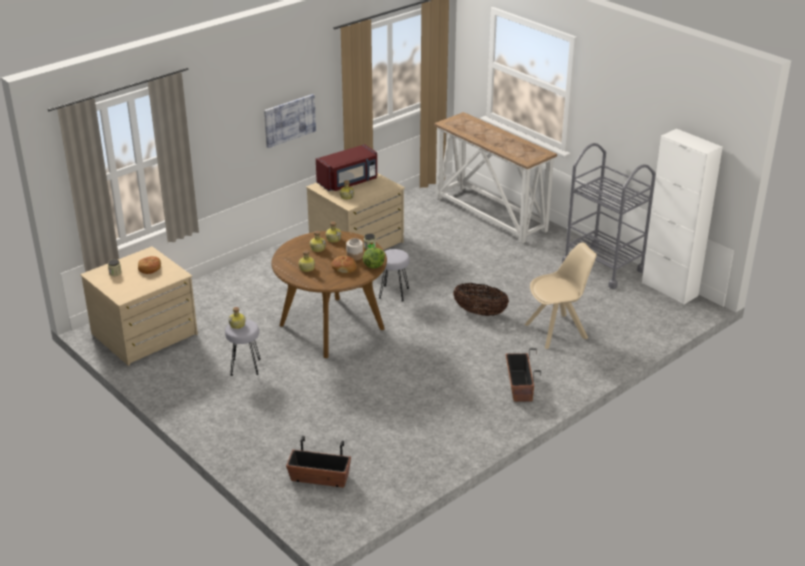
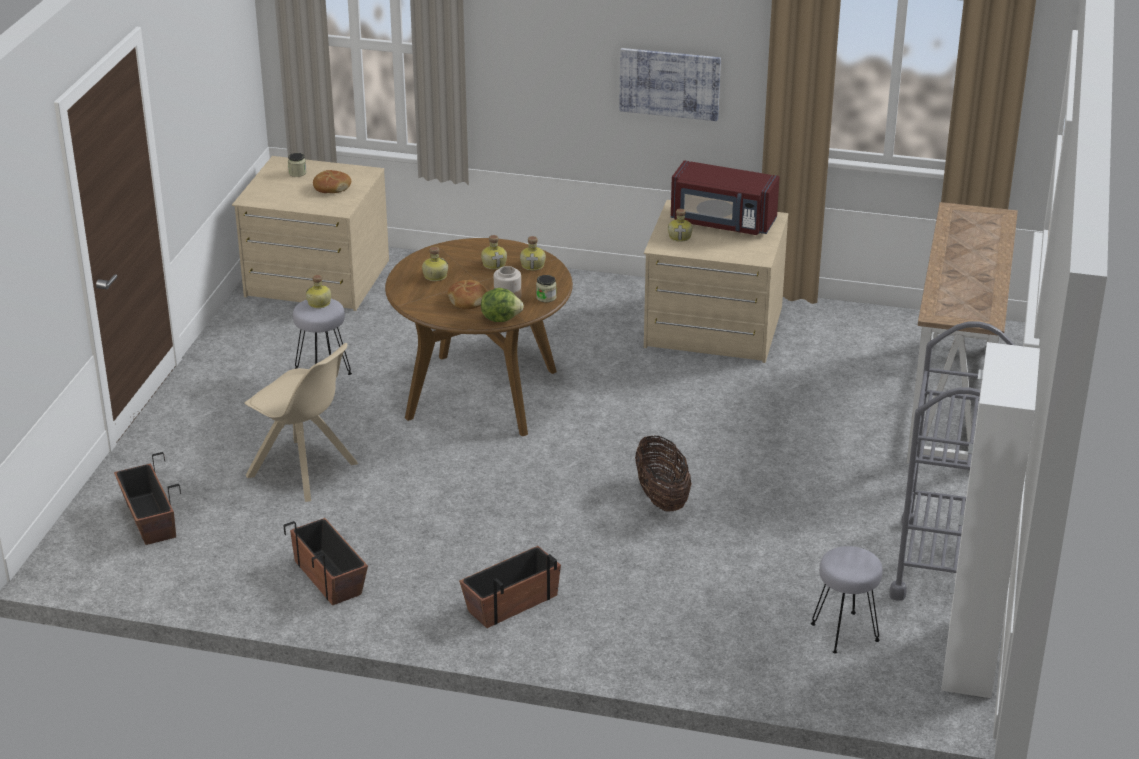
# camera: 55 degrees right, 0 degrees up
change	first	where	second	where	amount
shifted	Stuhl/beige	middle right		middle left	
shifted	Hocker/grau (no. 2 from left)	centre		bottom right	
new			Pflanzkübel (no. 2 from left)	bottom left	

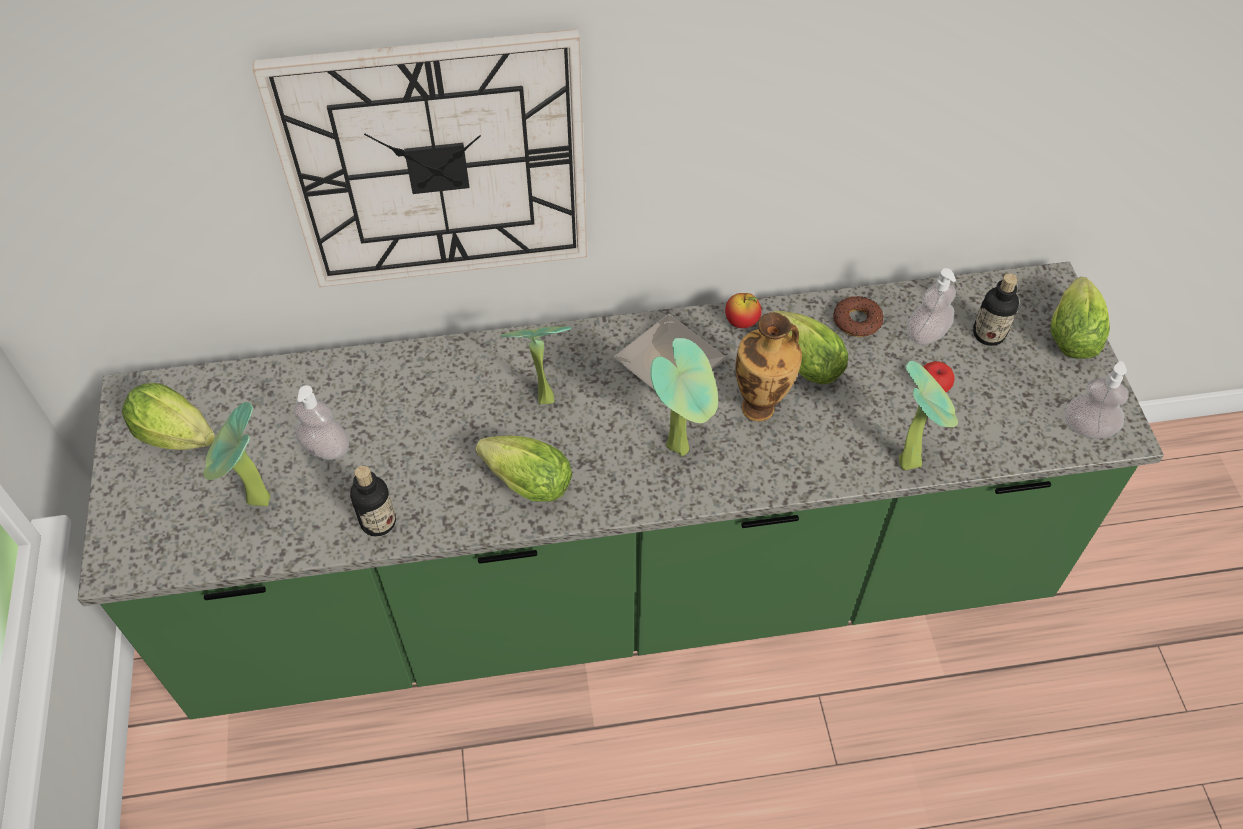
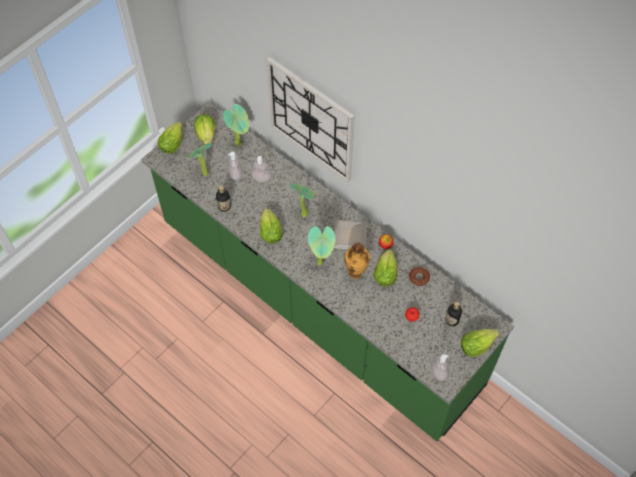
# camera: 50 degrees right, 5 degrees up
change	first	where	second	where	amount
shifted	Seifenspender (no. 2 from left)	middle right		centre	
shifted	Topfpflanze (no. 4 from left in the first image)	middle right	Topfpflanze (no. 2 from left)	top centre	
new			Salatkopf (no. 1 from left)	top left	

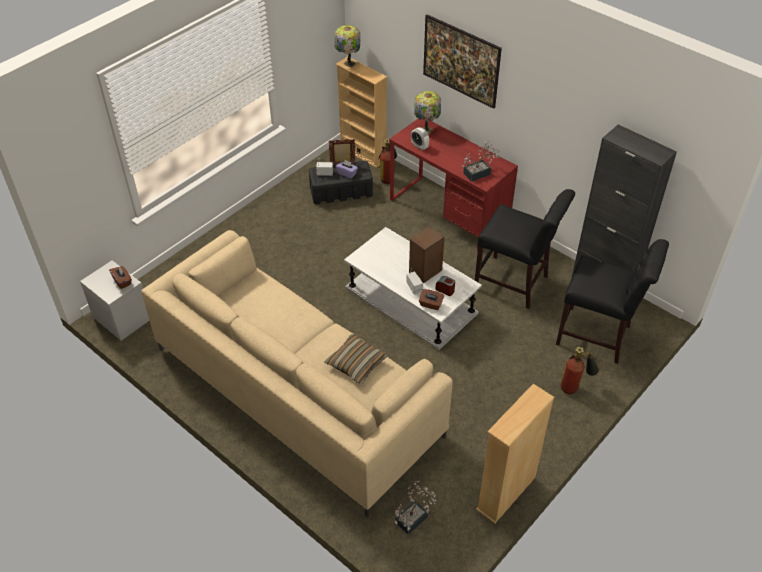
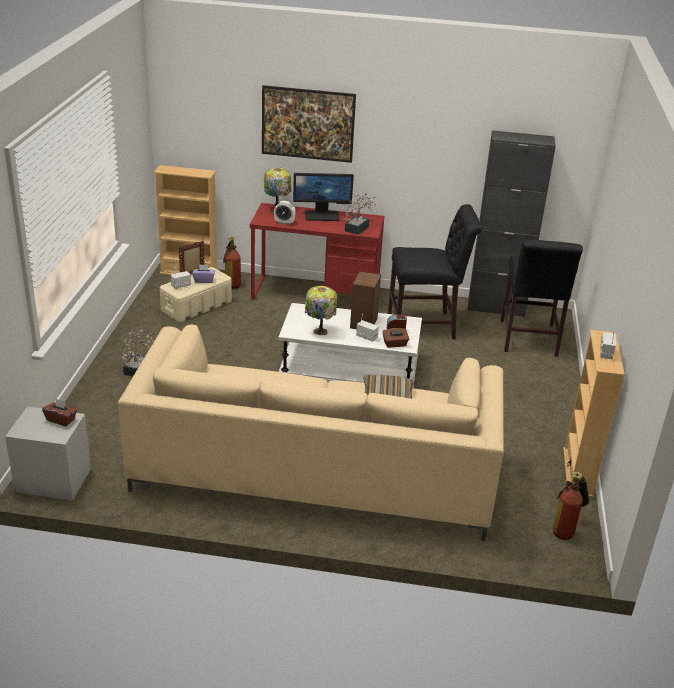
# camera: 35 degrees left, 15 degrees down
change	first	where	second	where	amount
shifted	Tischlampe (no. 1 from left in the first image)	top centre	Tischlampe (no. 2 from left)	centre	
repainted	Aufbewahrungsbox/schwarz	top centre	Aufbewahrungsbox/beige	middle left	
rotated	Stuhl/schwarz (no. 2 from left)	middle right		middle right	105 degrees clockwise
shifted	Feuerlöscher (no. 2 from left)	middle right		bottom right	
shifted	Topfpflanze (no. 1 from left)	bottom centre		middle left	
new			Monitor	top centre	
new			Radio (no. 3 from left)	middle right	

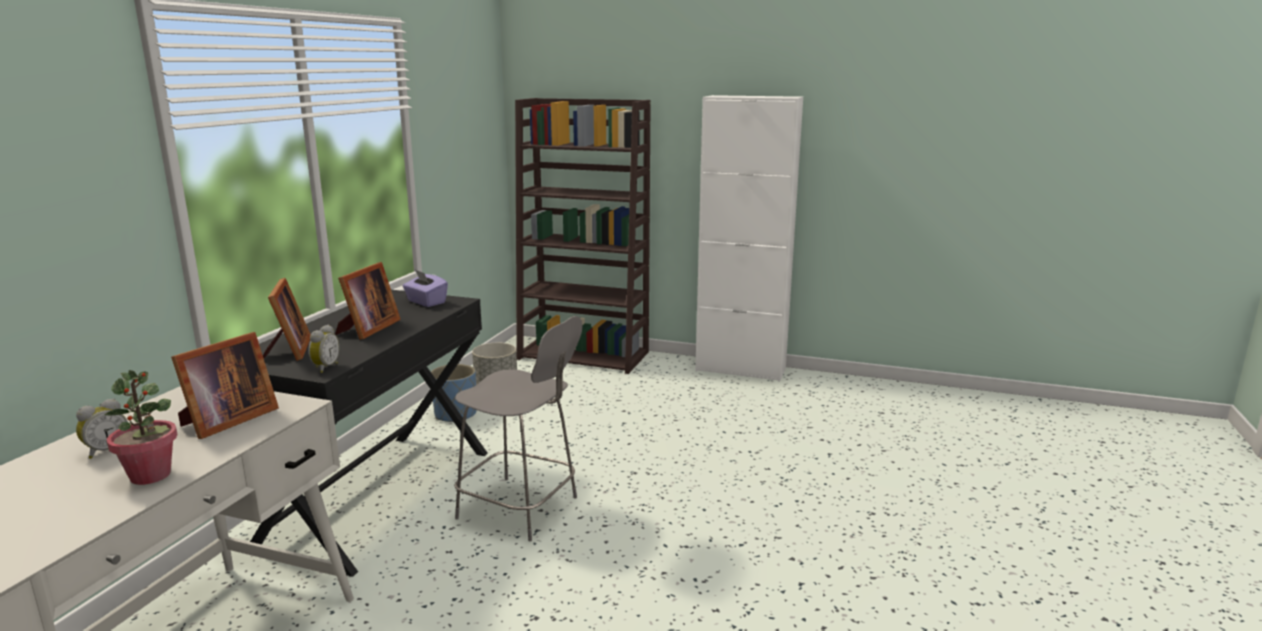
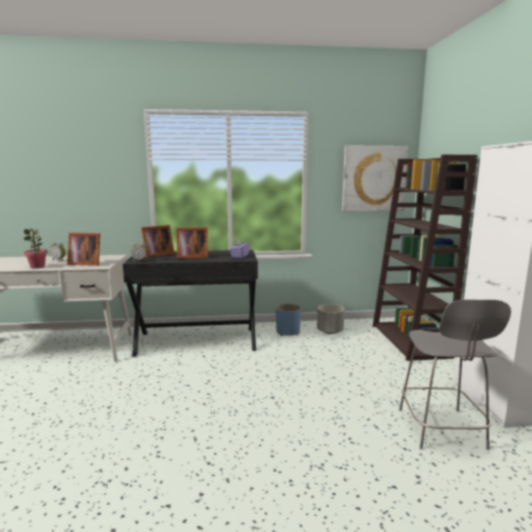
# camera: 65 degrees right, 5 degrees down
change	first	where	second	where	amount
shifted	Stuhl/grau	bottom centre		bottom right	
new			Bild	middle right	

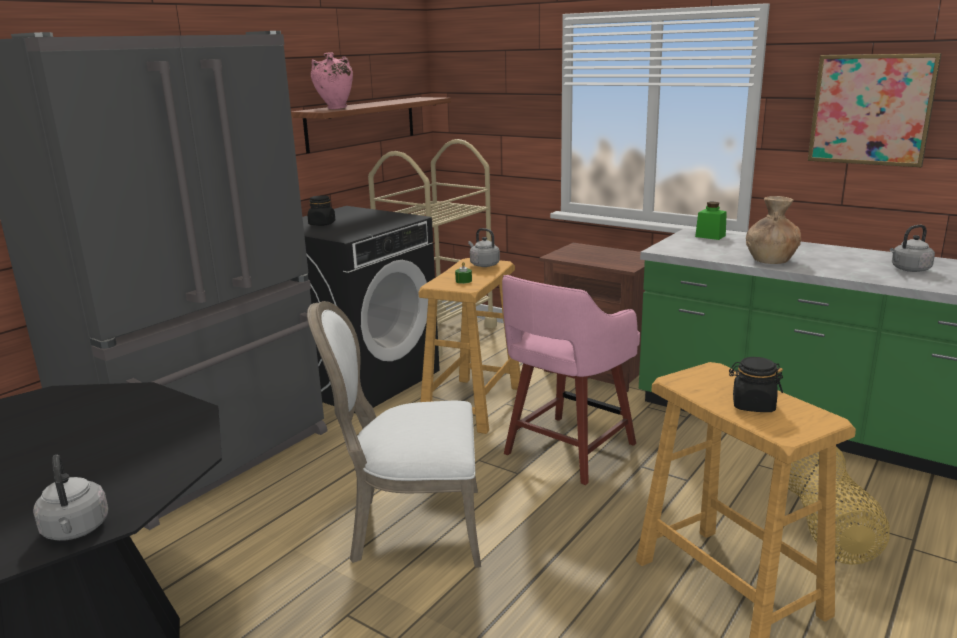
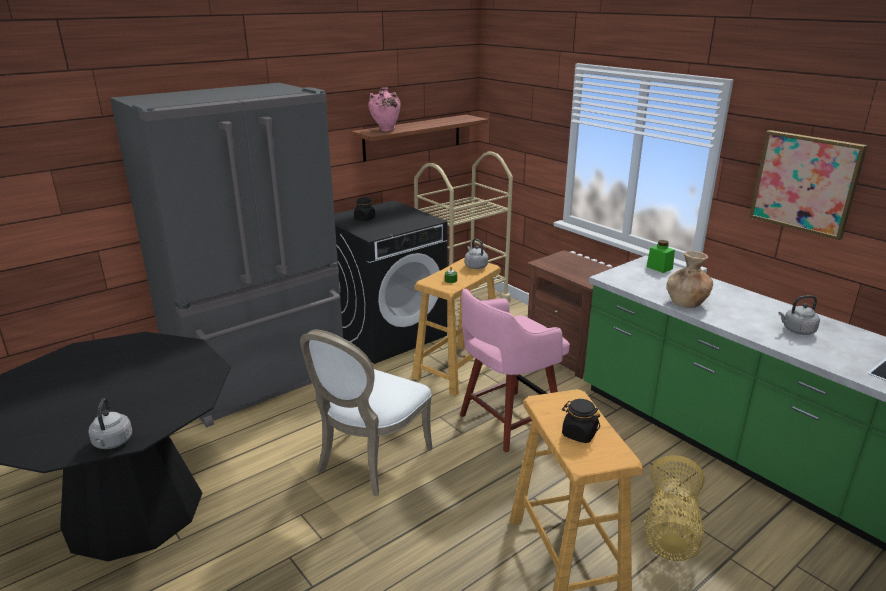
# camera: 15 degrees right, 5 degrees up
change	first	where	second	where	amount
rotated	Stuhl/weiß	bottom centre		bottom centre	75 degrees counterclockwise

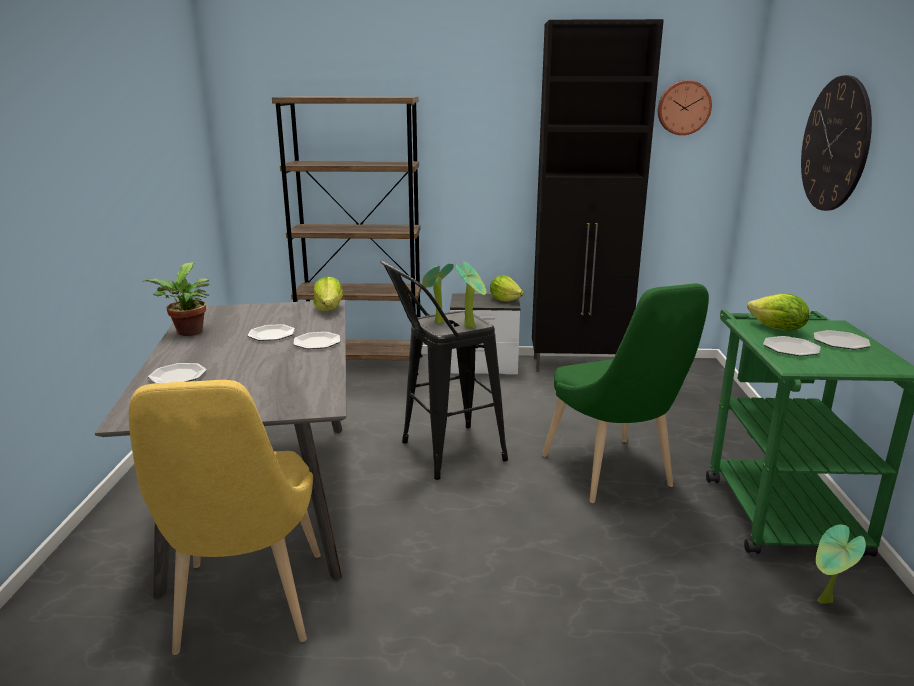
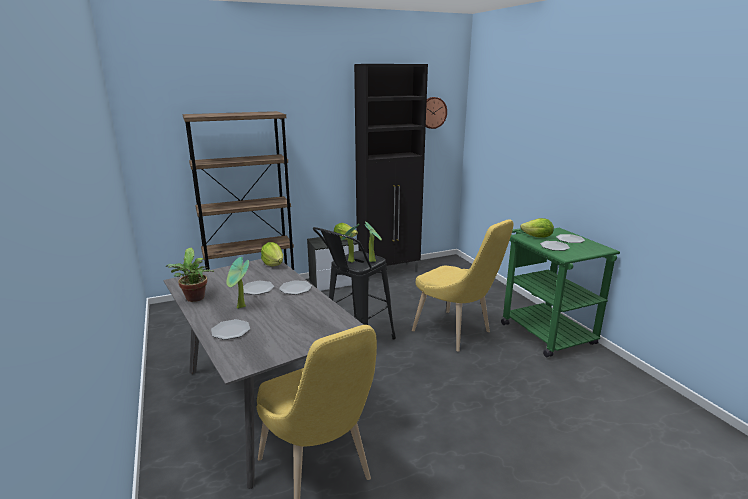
# camera: 25 degrees left, 0 degrees up
change	first	where	second	where	amount
gone	Wanduhr (no. 2 from left)	top right			
repainted	Stuhl/grün	middle right	Stuhl/gelb (no. 2 from left)	centre	
shifted	Topfpflanze (no. 4 from left in the first image)	bottom right	Topfpflanze (no. 2 from left)	middle left	

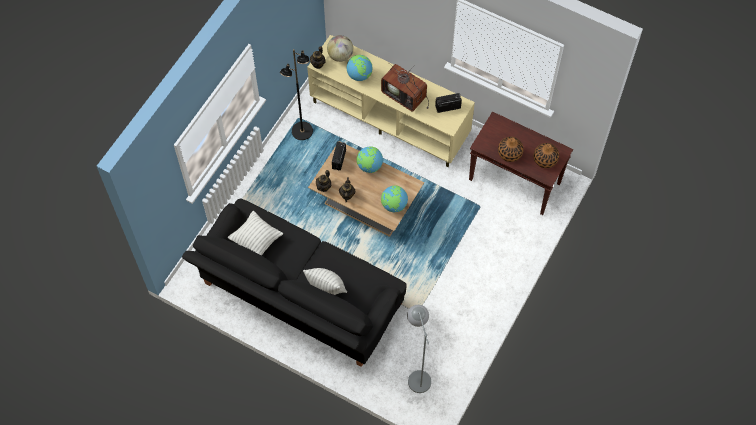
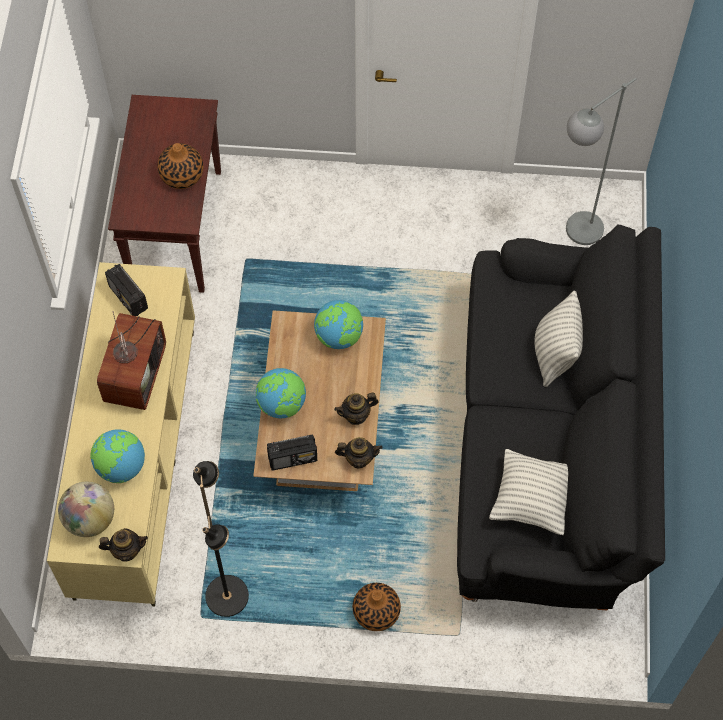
# camera: 115 degrees left, 0 degrees up
change	first	where	second	where	amount
shifted	Vase (no. 2 from left)	middle right		bottom centre	

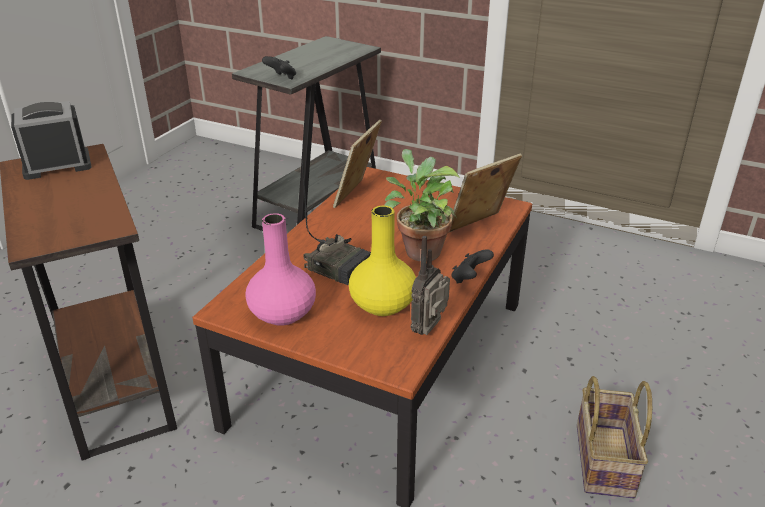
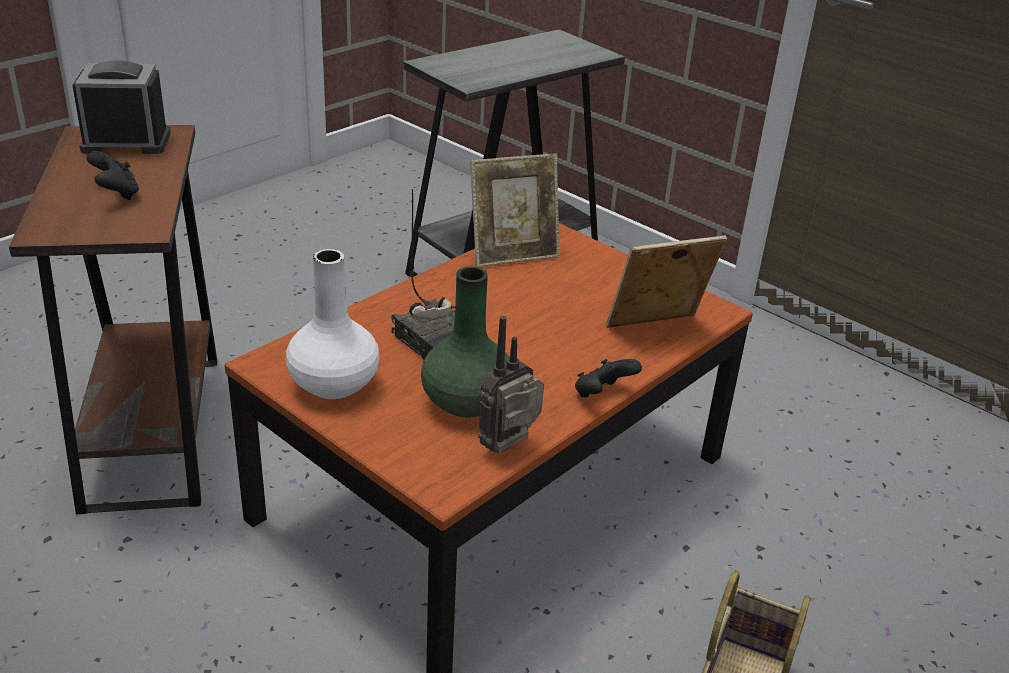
# camera: 15 degrees right, 0 degrees up
change	first	where	second	where	amount
shifted	Gamepad/schwarz (no. 1 from left)	top centre		top left	
rotated	Bilderrahmen (no. 1 from left)	top centre		top centre	150 degrees counterclockwise
gone	Topfpflanze	centre			
repainted	Vase/gelb	centre	Vase/grün	centre	
repainted	Vase/rosa	centre	Vase/weiß	middle left	

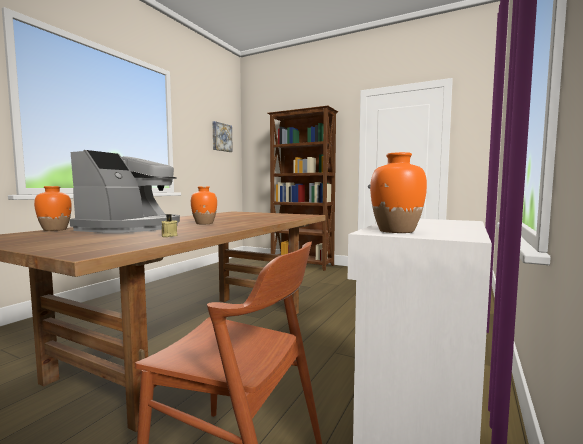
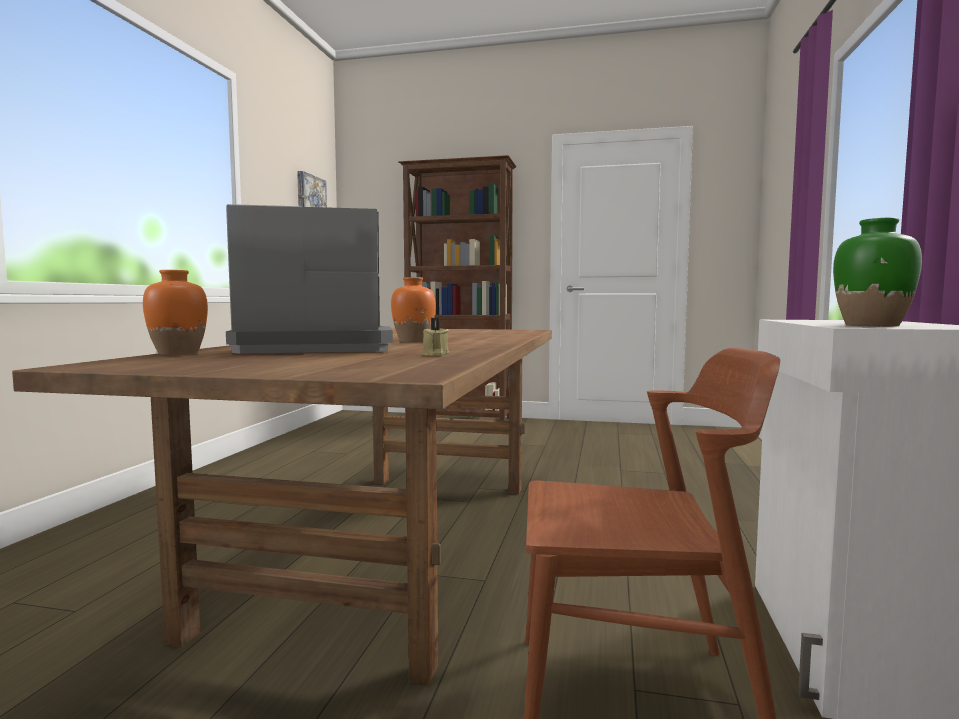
# camera: 15 degrees left, 0 degrees up
change	first	where	second	where	amount
rotated	Kaffeemaschine	middle left		middle left	105 degrees counterclockwise
repainted	Vase/orange (no. 3 from left)	middle right	Vase/grün	middle right	

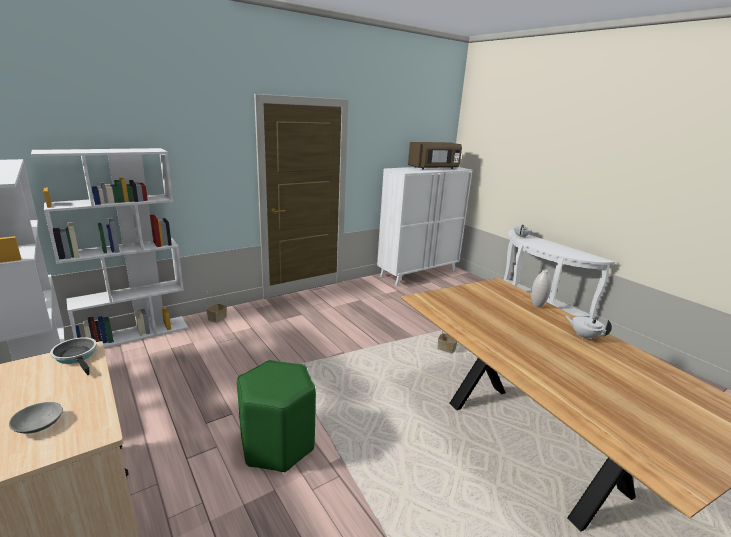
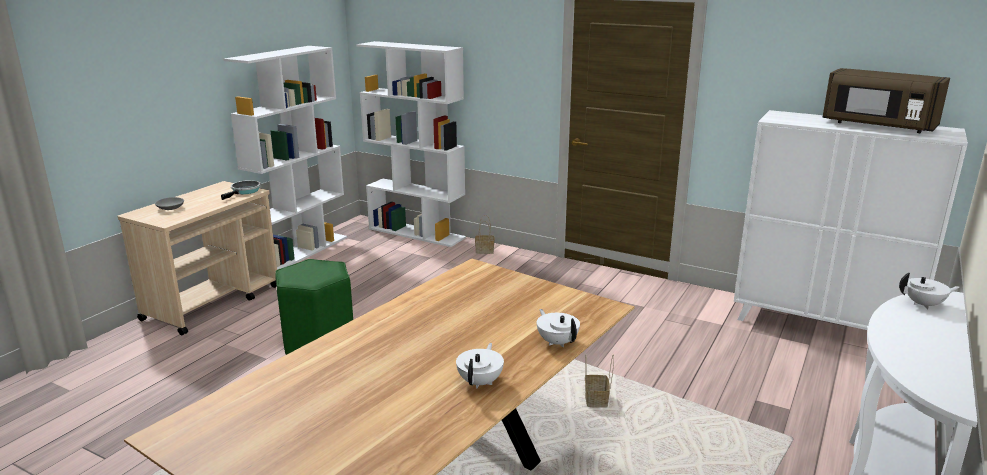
# camera: 65 degrees right, 0 degrees up
change	first	where	second	where	amount
swapped	Vase/weiß	middle right	Teekanne/weiß (no. 2 from left)	bottom centre	

